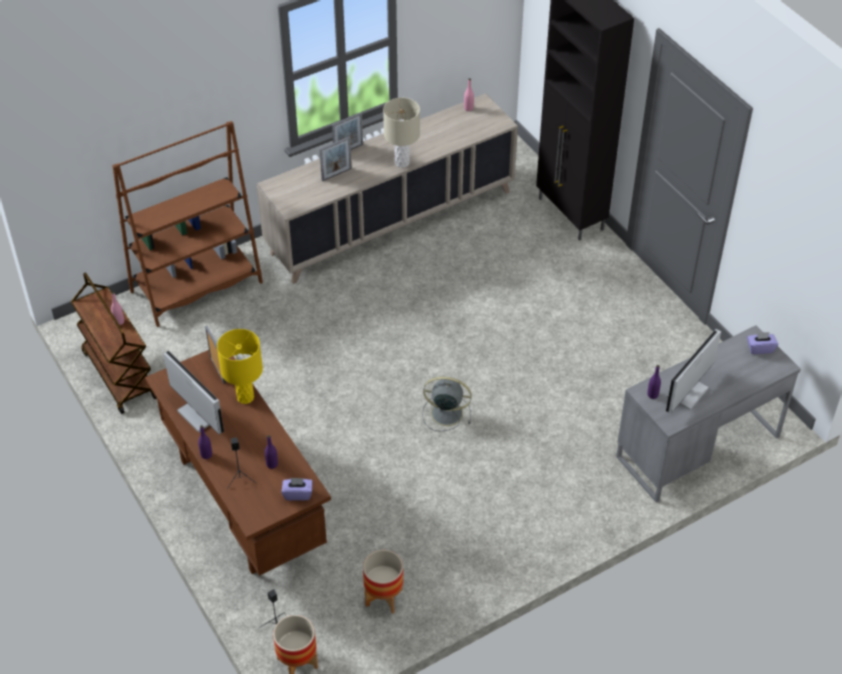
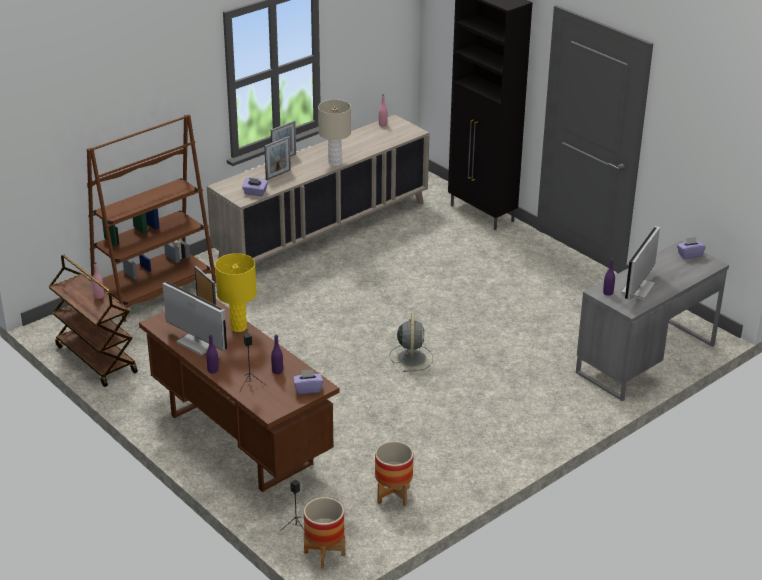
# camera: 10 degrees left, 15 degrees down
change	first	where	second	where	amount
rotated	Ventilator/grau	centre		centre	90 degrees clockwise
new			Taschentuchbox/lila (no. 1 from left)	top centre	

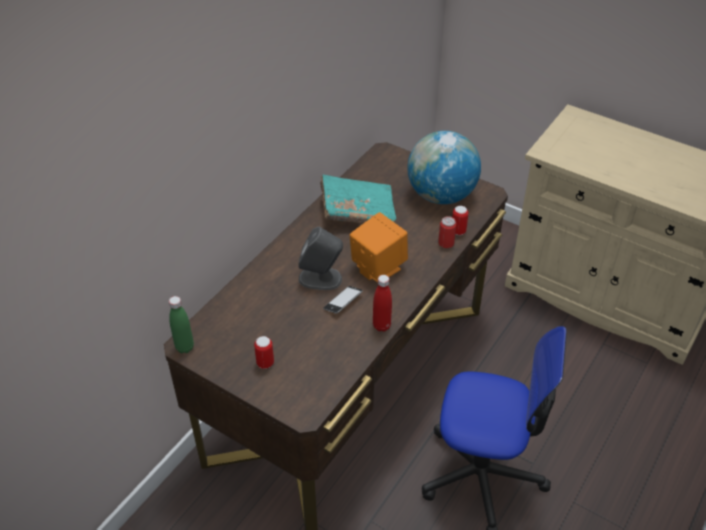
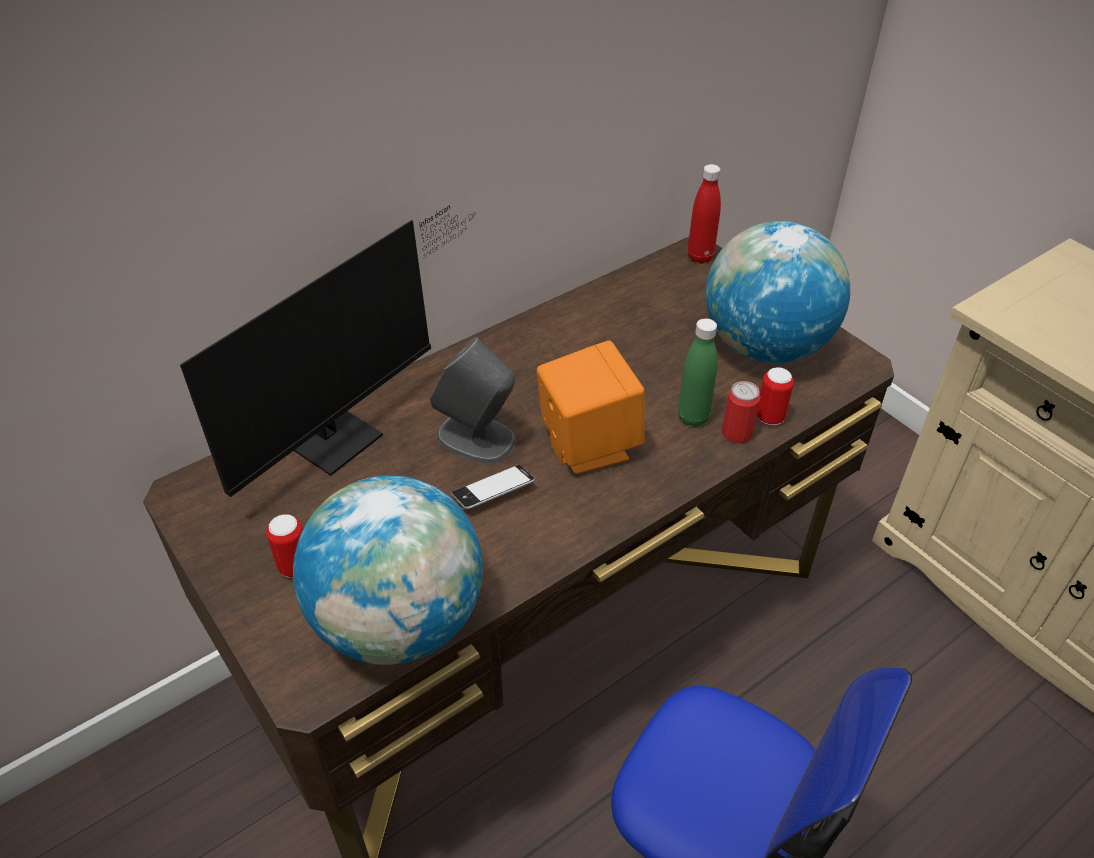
# camera: 20 degrees right, 0 degrees up
change	first	where	second	where	amount
gone	Buch/türkis	centre			
shifted	Flasche/rot	centre		top centre	
shifted	Flasche/grün	middle left		centre	
new			Monitor	middle left	
new			Globus (no. 1 from left)	centre	

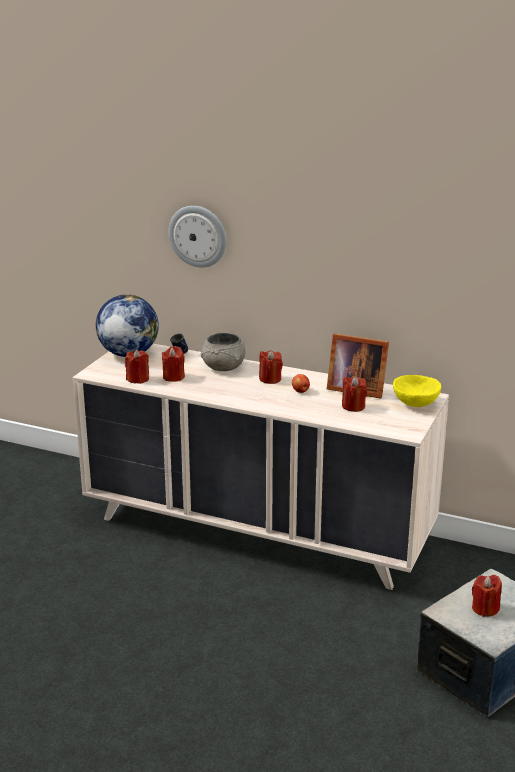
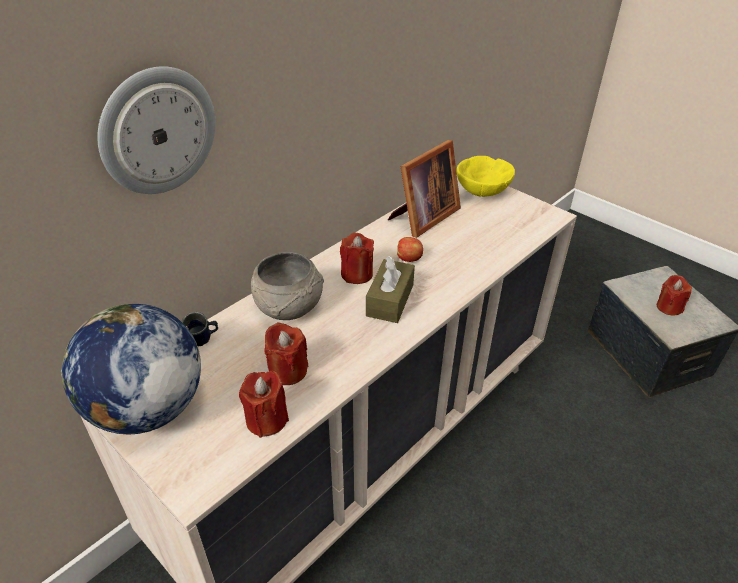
# camera: 70 degrees left, 15 degrees up
change	first	where	second	where	amount
gone	Kerze/rot (no. 4 from left)	middle right			
new			Taschentuchbox/braun	centre	

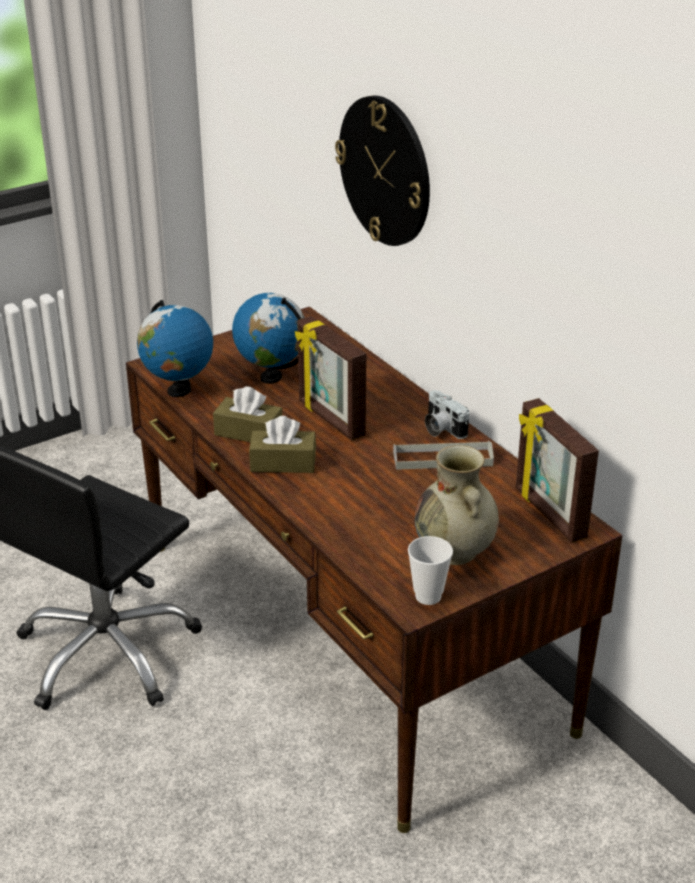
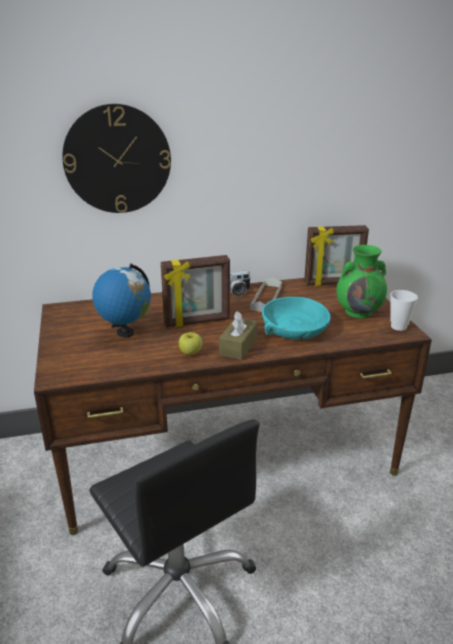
# camera: 70 degrees left, 5 degrees down
change	first	where	second	where	amount
gone	Globus (no. 1 from left)	middle left			
swapped	Taschentuchbox/braun (no. 1 from left)	centre	Apfel	centre	
repainted	Vase/beige	centre	Vase/grün	middle right	
new			Schüssel/türkis	centre	

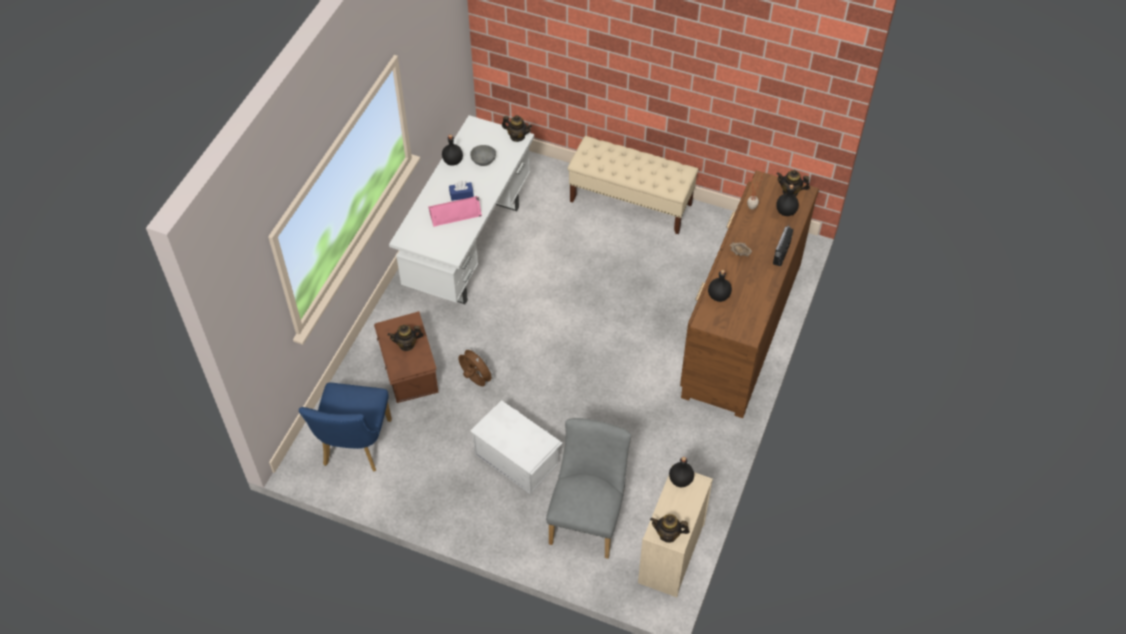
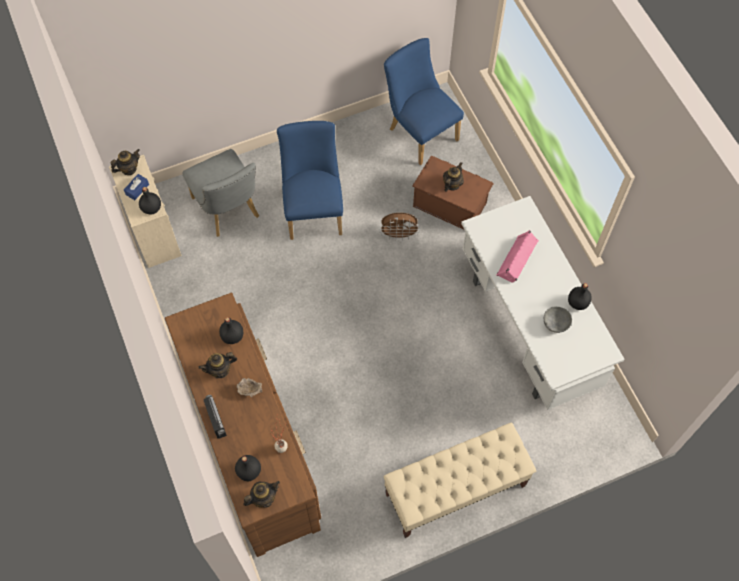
# camera: 135 degrees right, 10 degrees up
change	first	where	second	where	amount
shifted	Teekanne (no. 2 from left)	top centre		middle left	
shifted	Taschentuchbox/blau	top centre		top left	
swapped	Aufbewahrungsbox/weiß	bottom centre	Stuhl/blau (no. 1 from left)	top centre	

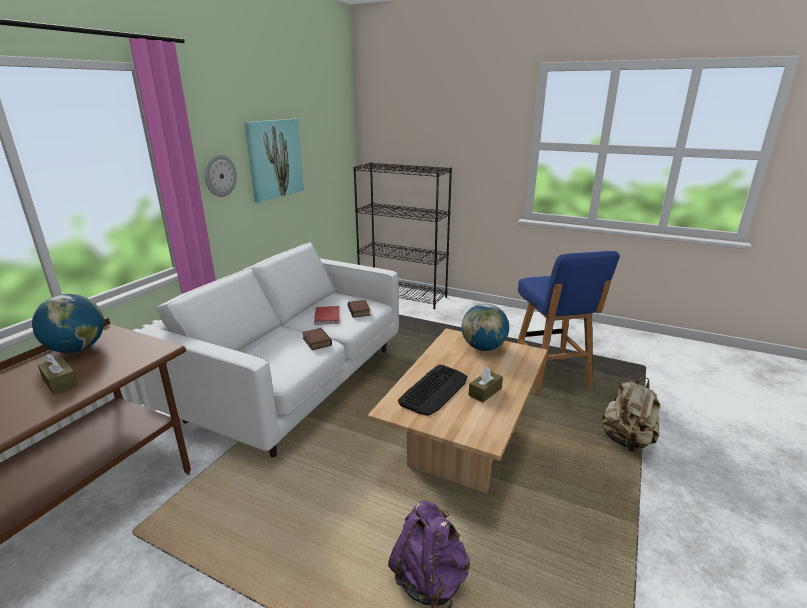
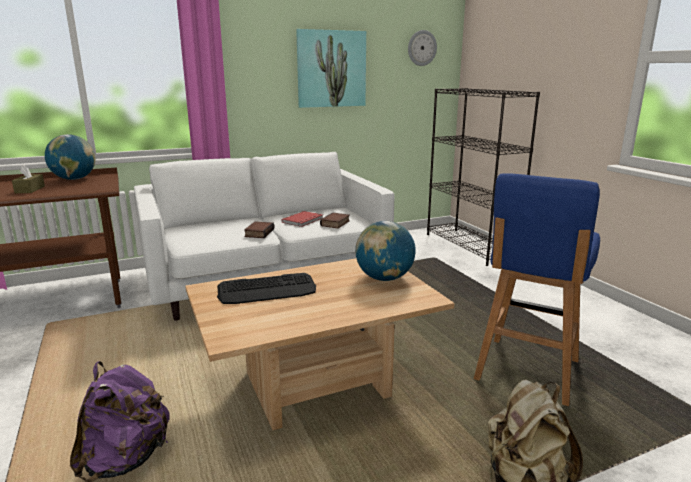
# camera: 40 degrees right, 5 degrees down
change	first	where	second	where	amount
shifted	Wanduhr	top left		top centre	
gone	Taschentuchbox/braun (no. 2 from left)	centre			

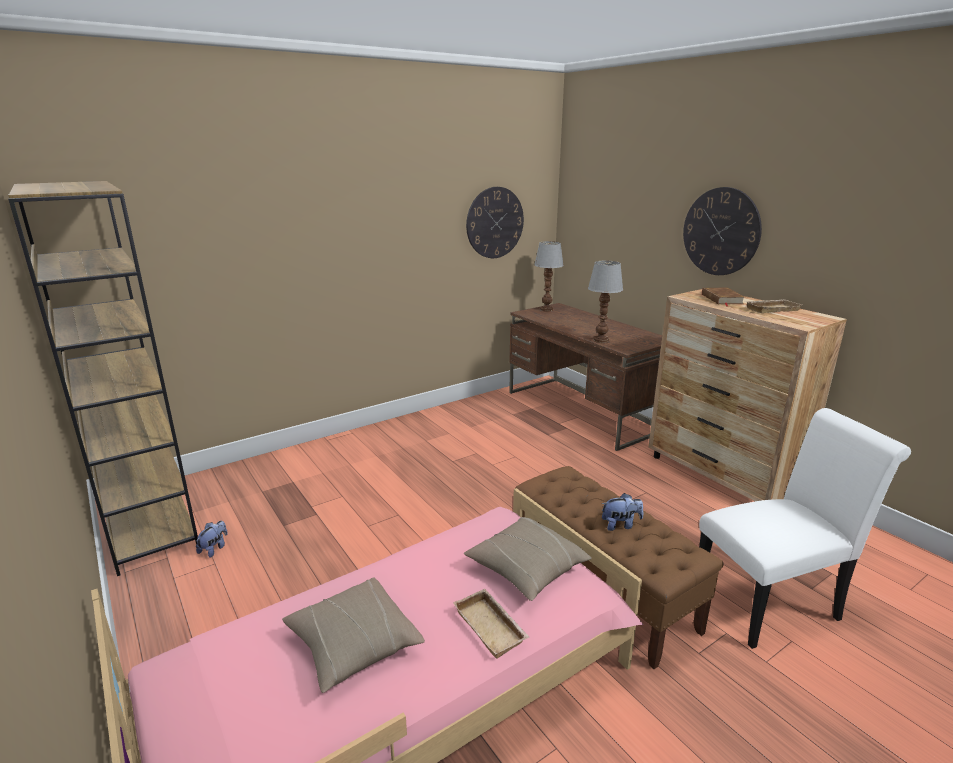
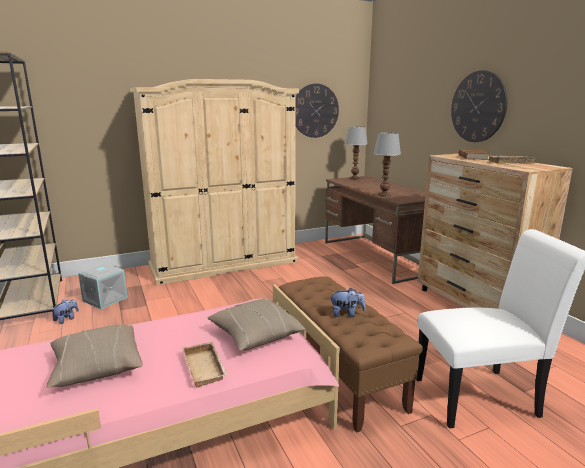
# camera: 10 degrees right, 5 degrees down
change	first	where	second	where	amount
new			Kleiderschrank/beige	centre	
new			Aufbewahrungsbox/grau	middle left	

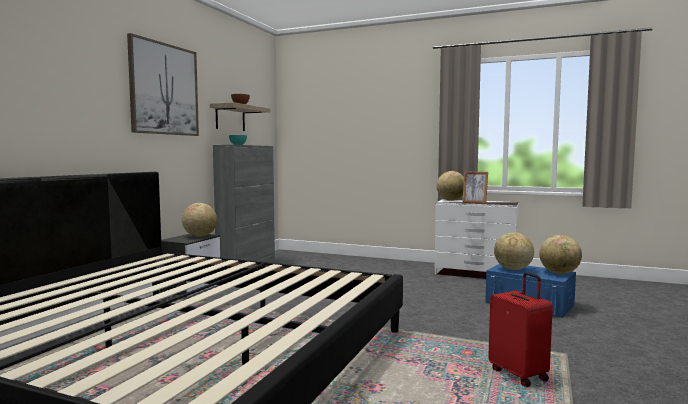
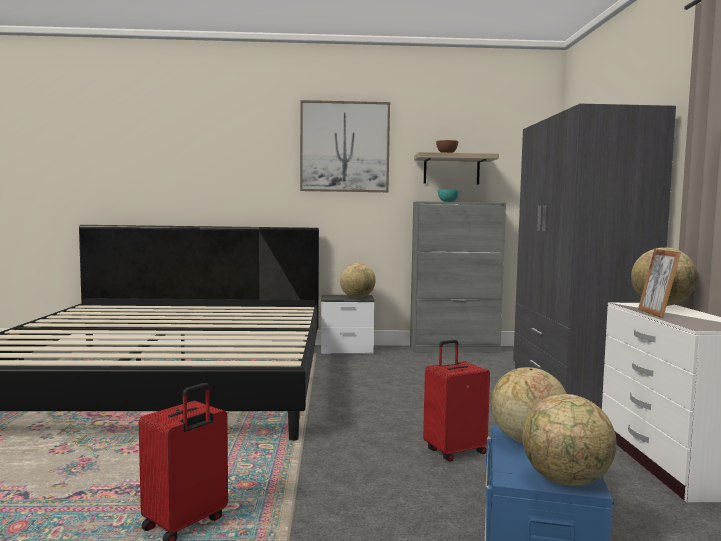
# camera: 65 degrees right, 0 degrees up
change	first	where	second	where	amount
new			Kleiderschrank/grau	middle right	
new			Koffer/rot (no. 2 from left)	bottom centre	

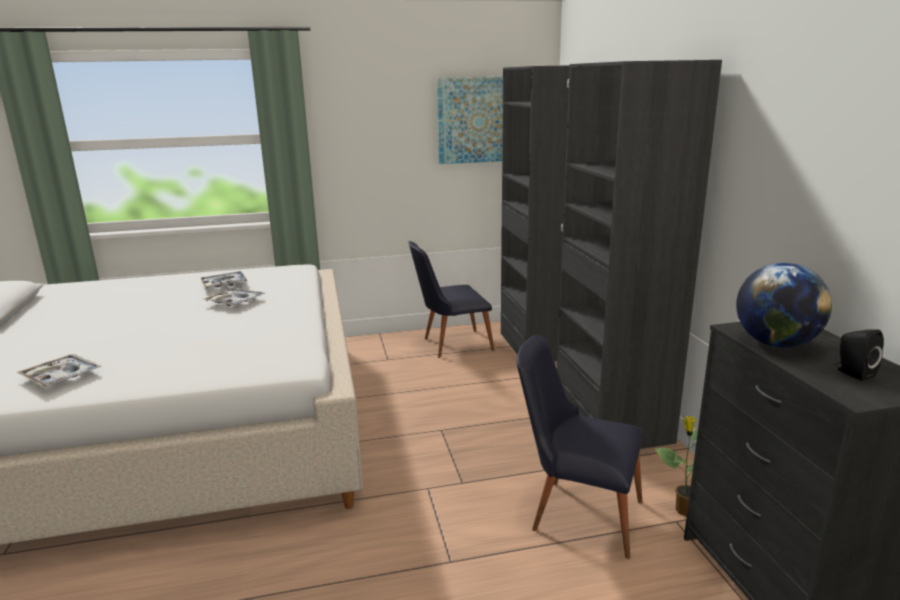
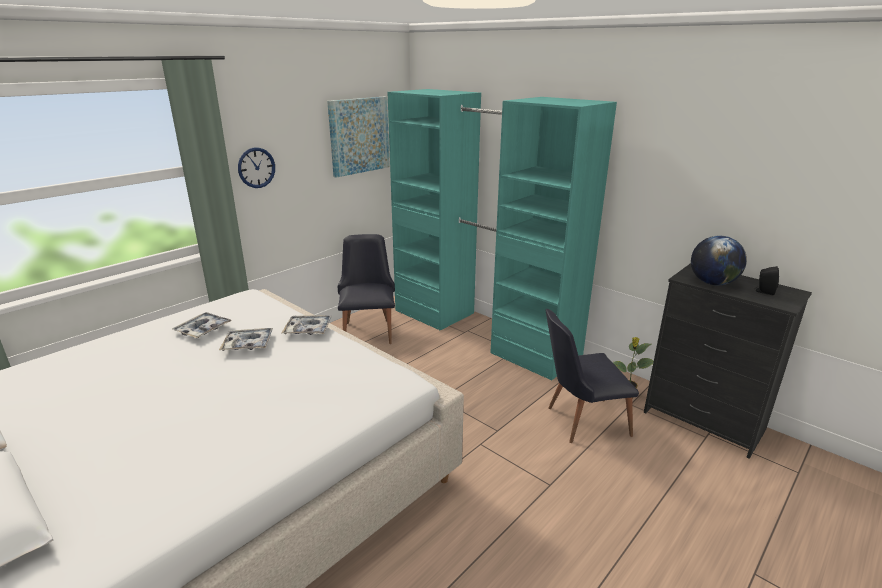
# camera: 35 degrees left, 5 degrees up
change	first	where	second	where	amount
repainted	Kleiderschrank/schwarz	middle right	Kleiderschrank/türkis	centre	
rotated	Stuhl/schwarz (no. 1 from left)	centre		centre	135 degrees clockwise
shifted	Tablett (no. 1 from left in the first image)	middle left	Tablett (no. 3 from left)	centre	
new			Wanduhr	top left	

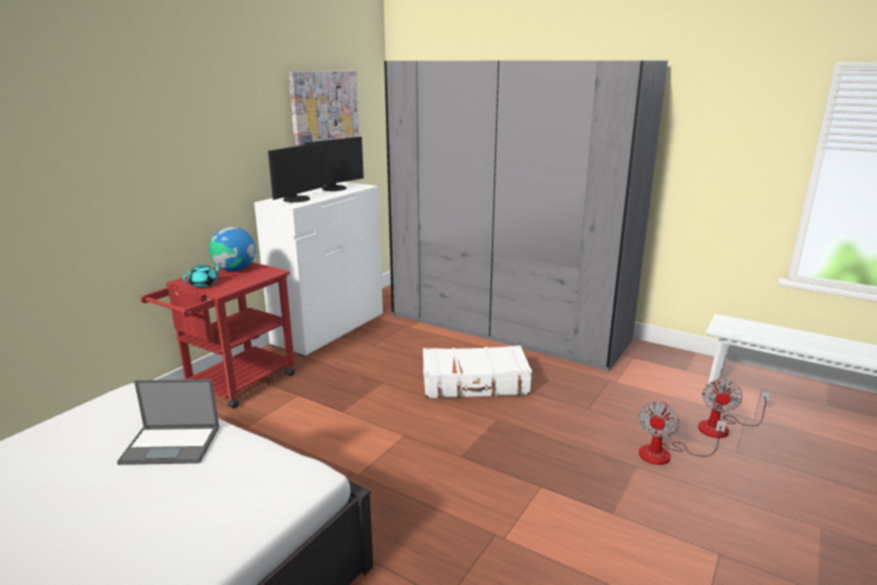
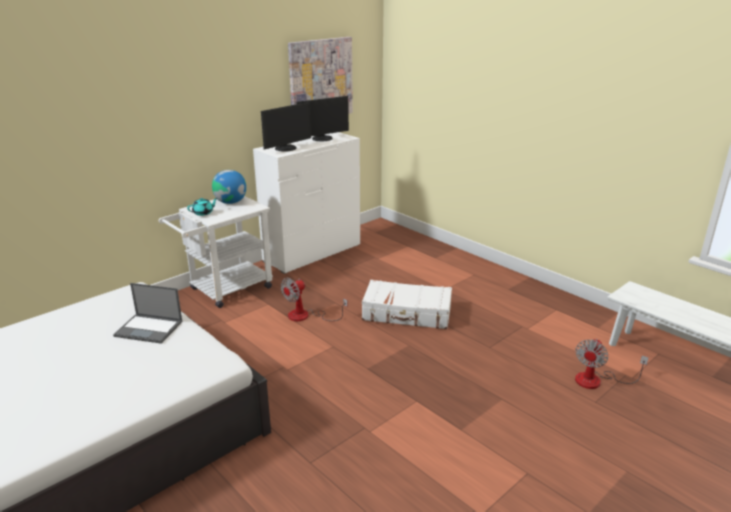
# camera: 15 degrees right, 5 degrees up
change	first	where	second	where	amount
gone	Kleiderschrank/grau	centre			
repainted	Rollwagen/rot	middle left	Rollwagen/weiß	middle left	
shifted	Ventilator (no. 1 from left)	bottom right		centre	

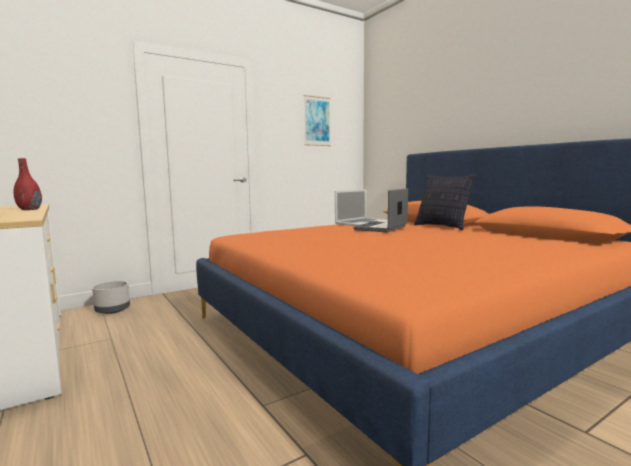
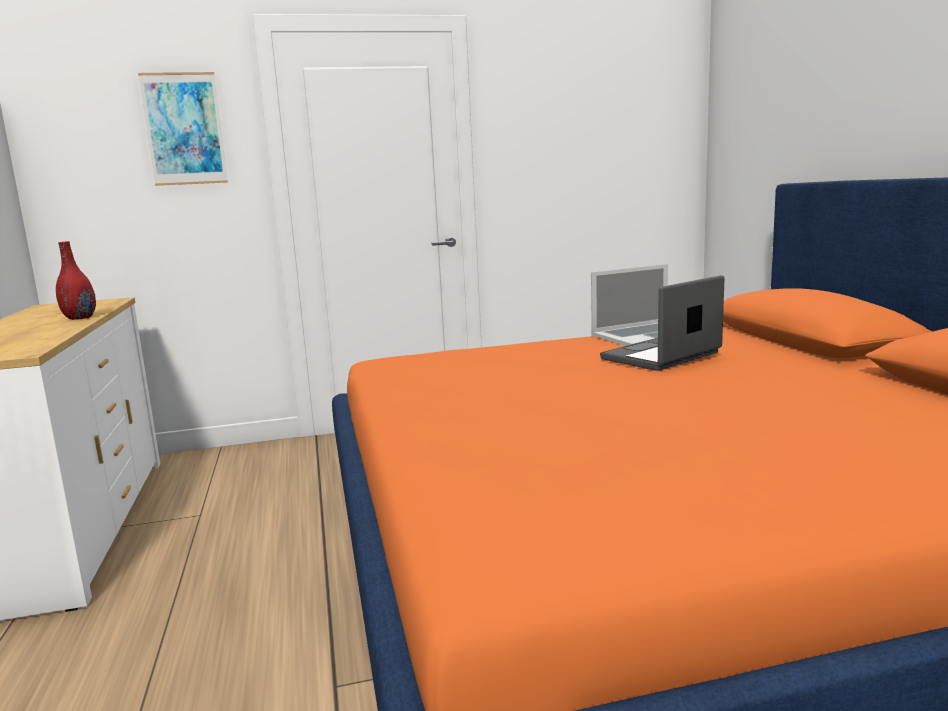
# camera: 20 degrees right, 5 degrees up
change	first	where	second	where	amount
shifted	Bild	top centre		top left	
gone	Kissen	middle right			
gone	Pflanzkübel/grau	middle left			

